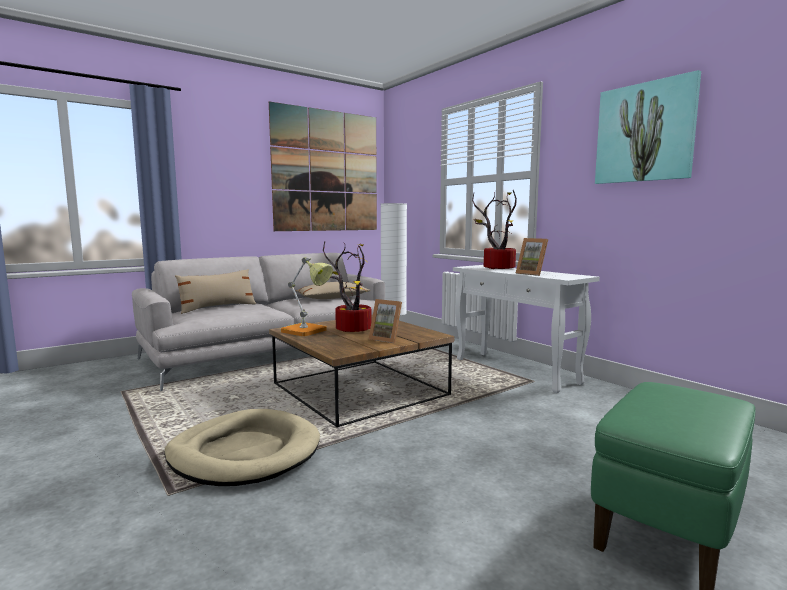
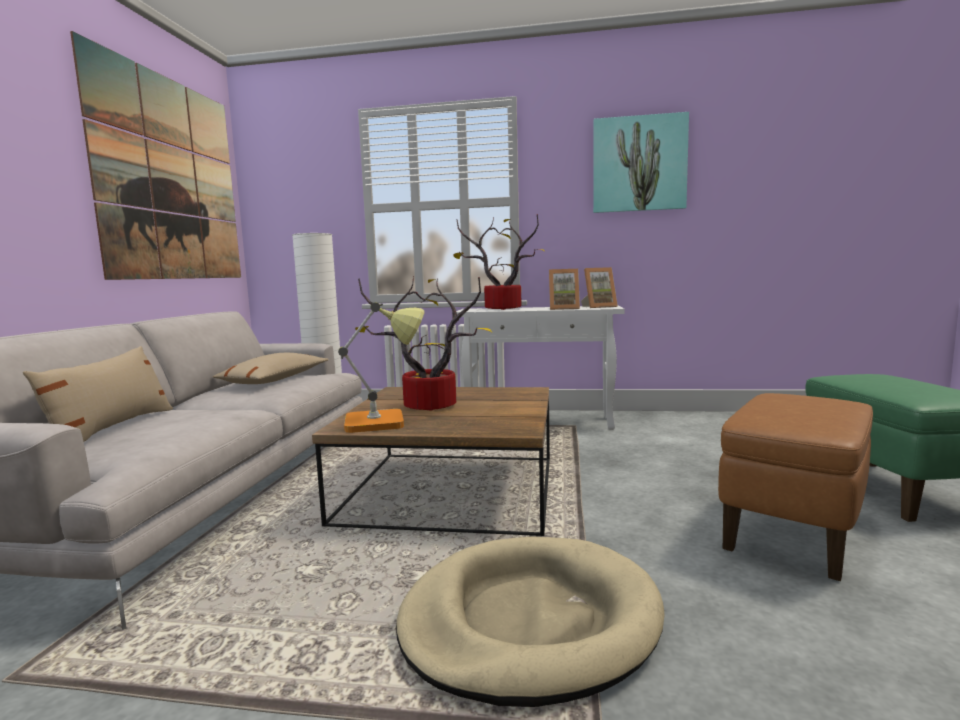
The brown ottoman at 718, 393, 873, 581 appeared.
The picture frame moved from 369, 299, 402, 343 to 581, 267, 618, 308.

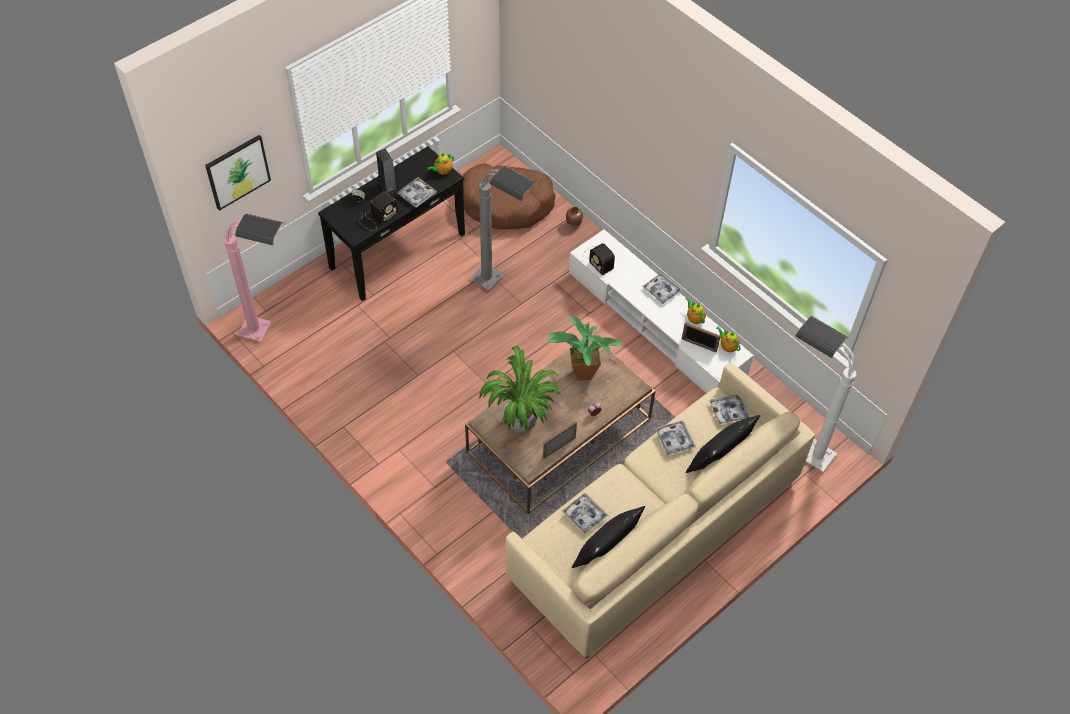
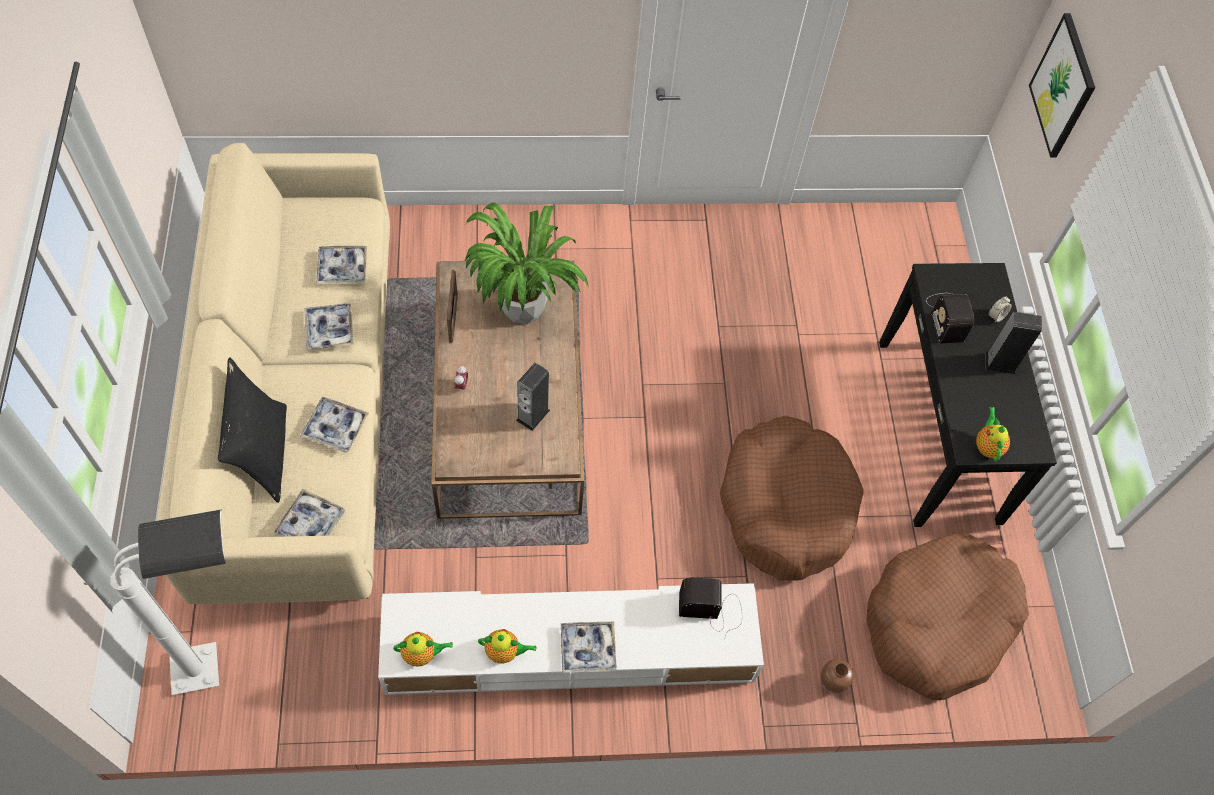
The pink floor lamp at 224, 214, 285, 341 disappeared.
The black pillow at 572, 506, 645, 568 disappeared.
The picture frame at 682, 322, 721, 353 disappeared.
The tray moved from 397, 177, 437, 208 to 304, 303, 353, 349.
The grey floor lamp at 469, 165, 538, 291 was replaced by the brown dog bed at 720, 416, 864, 581.
The potted plant at 548, 317, 623, 380 was replaced by the speaker at 516, 363, 550, 431.

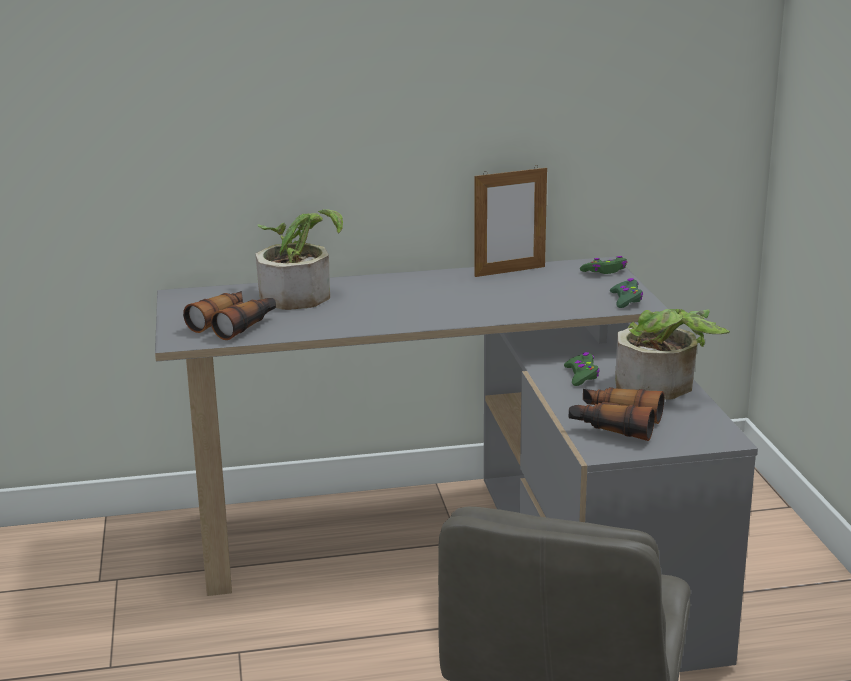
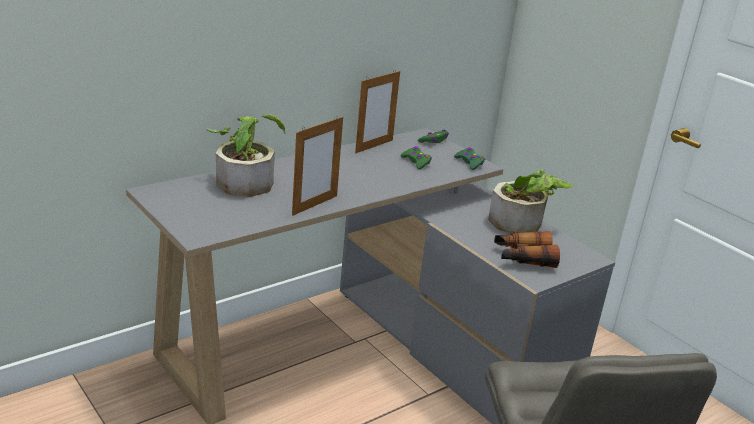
The binoculars at 183, 291, 276, 340 disappeared.
The picture frame at 292, 116, 343, 216 appeared.
The green game controller moved from 564, 352, 600, 386 to 401, 146, 432, 169.

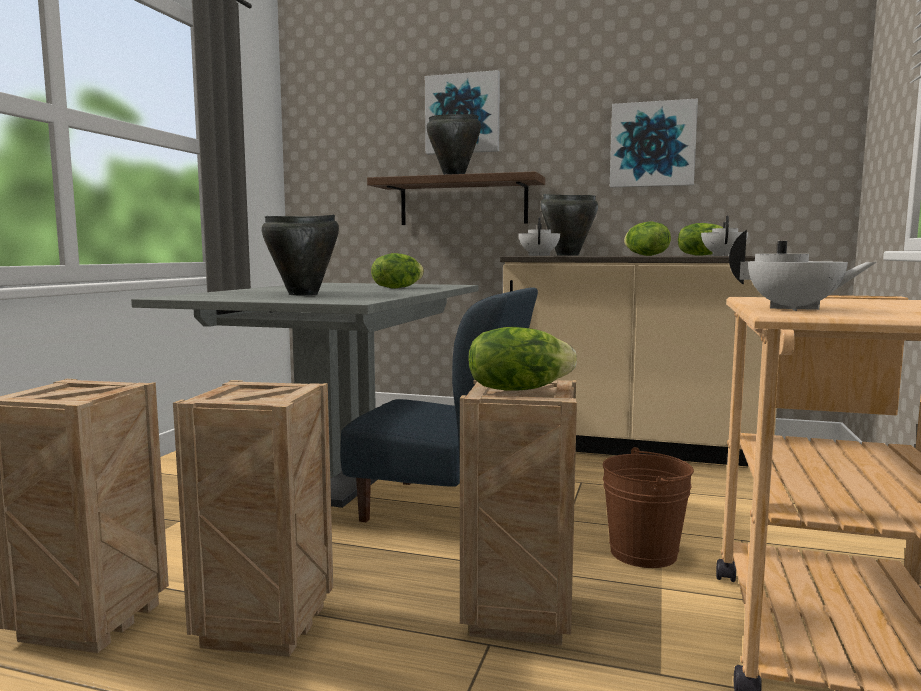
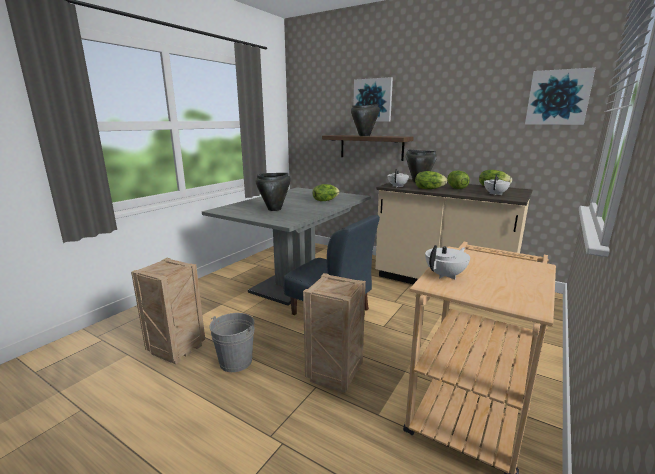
The brown bucket at 603, 447, 694, 568 disappeared.
The lettuce moved from 469, 327, 577, 391 to 415, 171, 447, 189.
The picture moved from 610, 98, 698, 188 to 525, 67, 596, 125.
The crate at 173, 380, 333, 657 was replaced by the grey bucket at 210, 313, 255, 372.
The white teapot at 729, 230, 877, 311 turned 75 degrees counterclockwise.

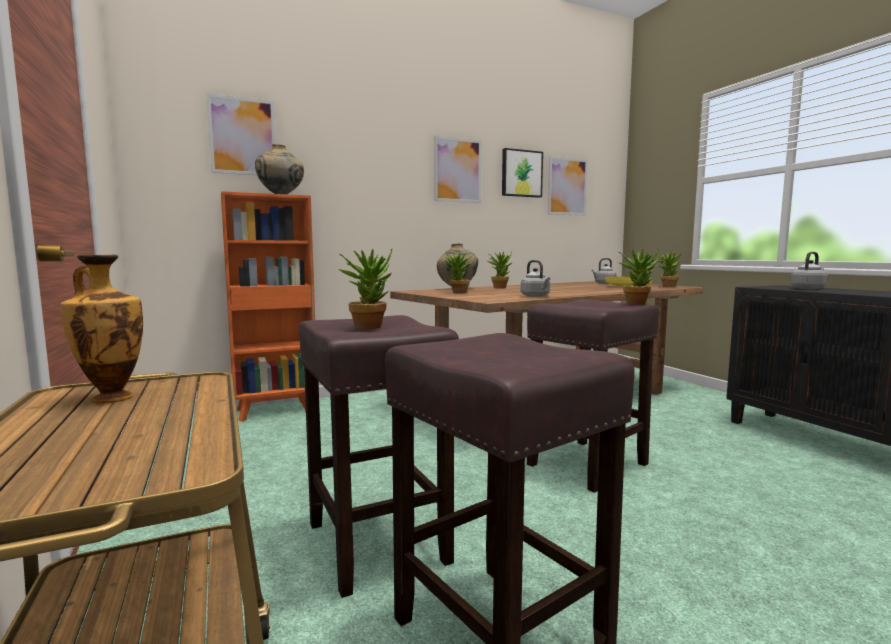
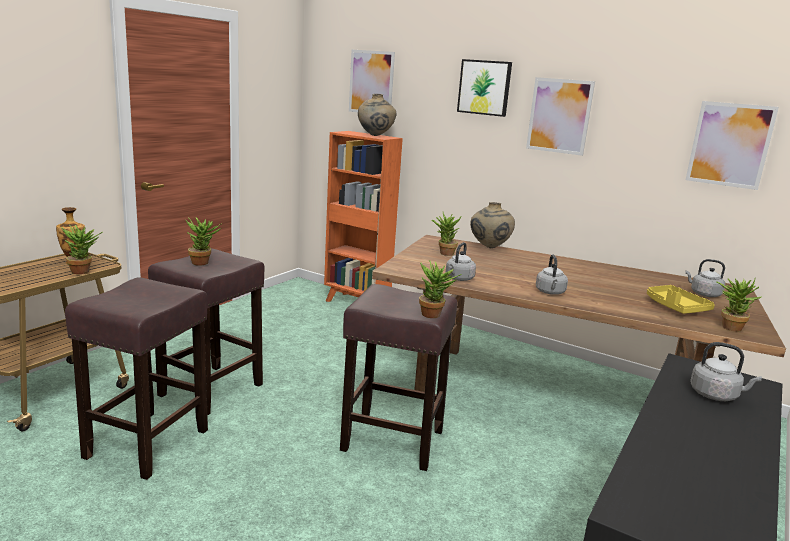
The grey kettle at 536, 255, 568, 295 appeared.
The potted plant moved from 488, 252, 513, 288 to 61, 225, 103, 274.
The picture moved from 502, 148, 543, 198 to 457, 59, 512, 117.

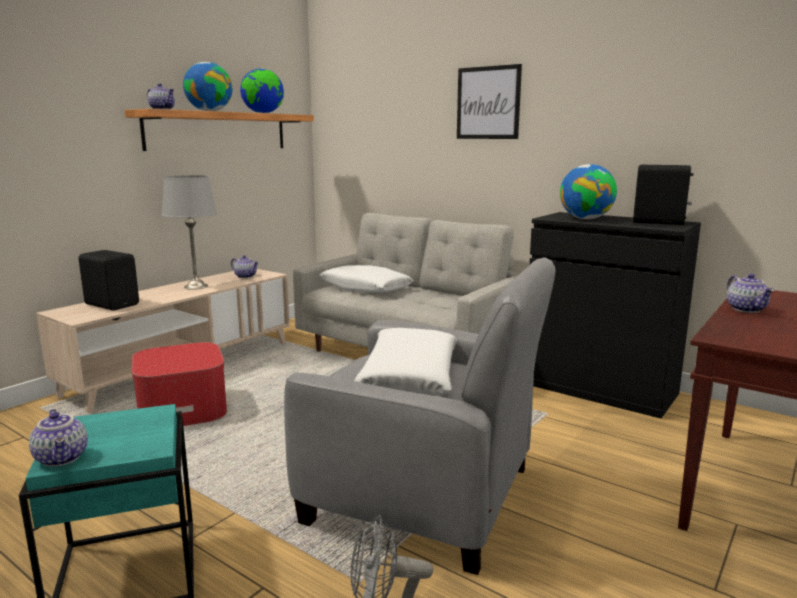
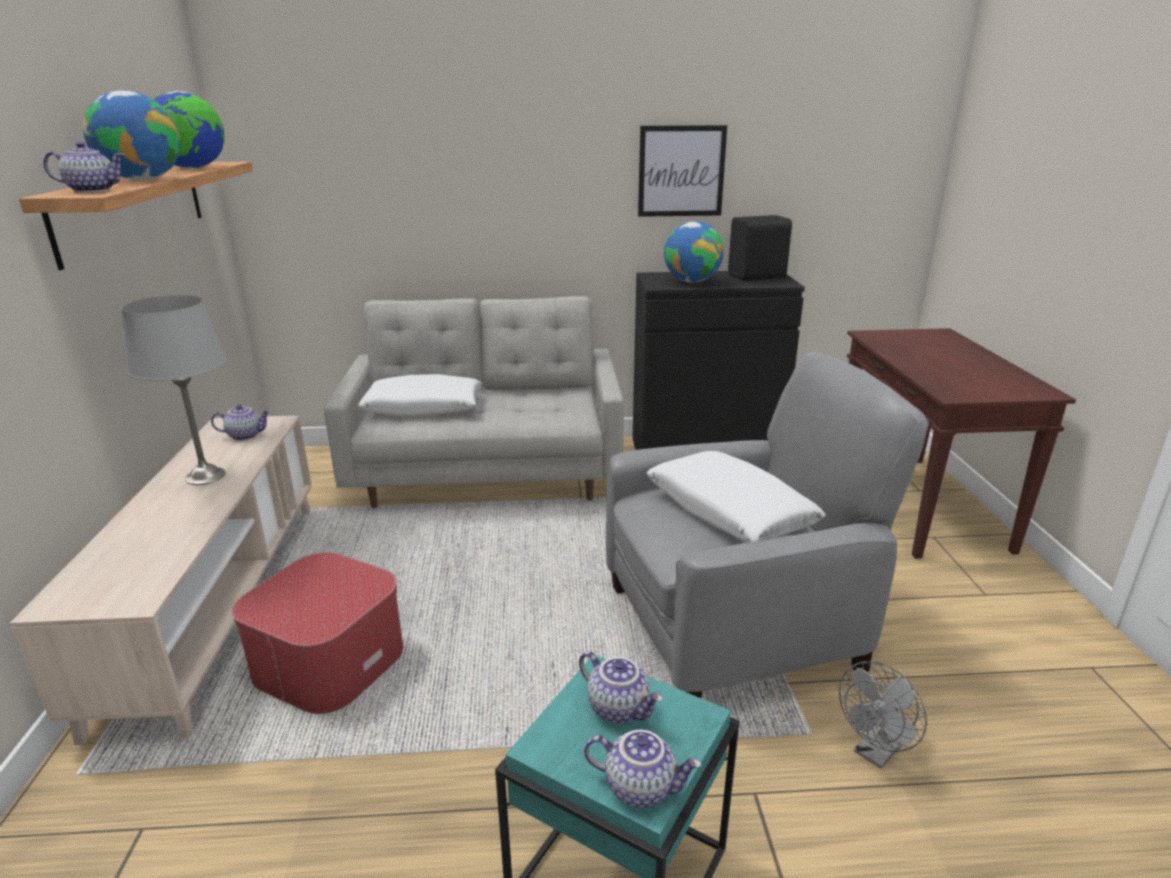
The black speaker at 78, 250, 139, 310 disappeared.
The picture moved from 457, 64, 522, 139 to 638, 125, 727, 217.
The teapot moved from 727, 274, 774, 313 to 579, 651, 663, 724.

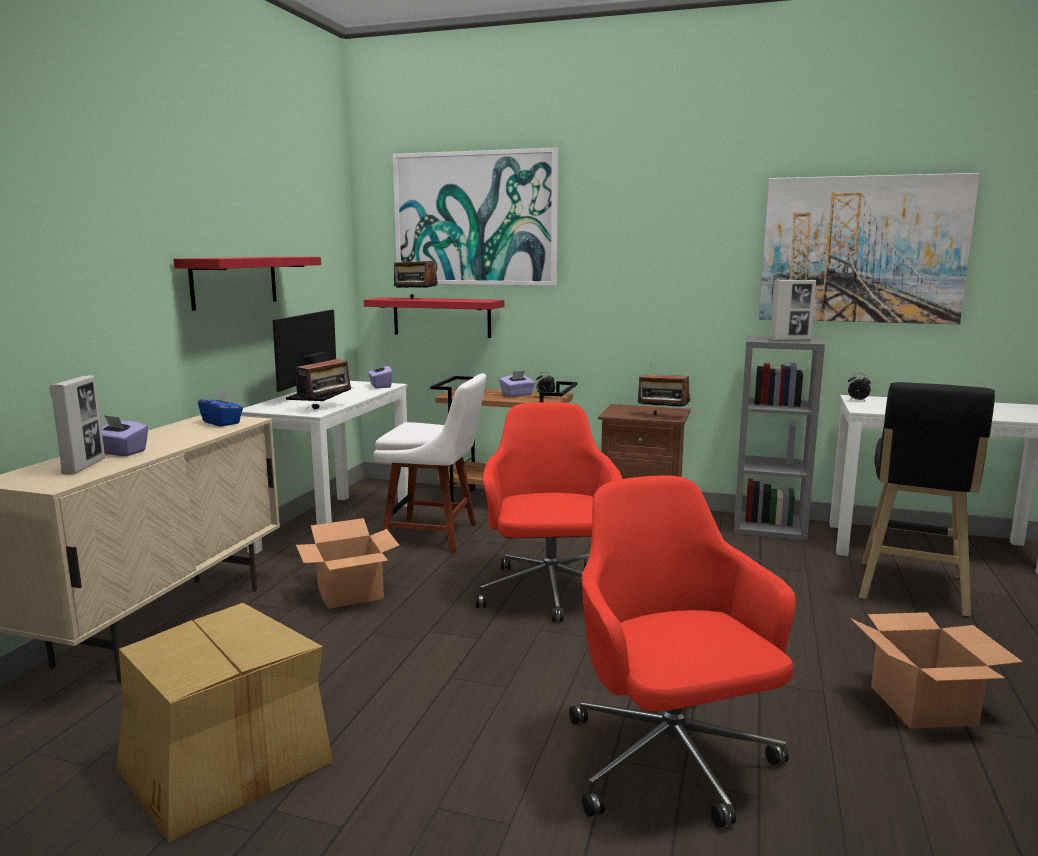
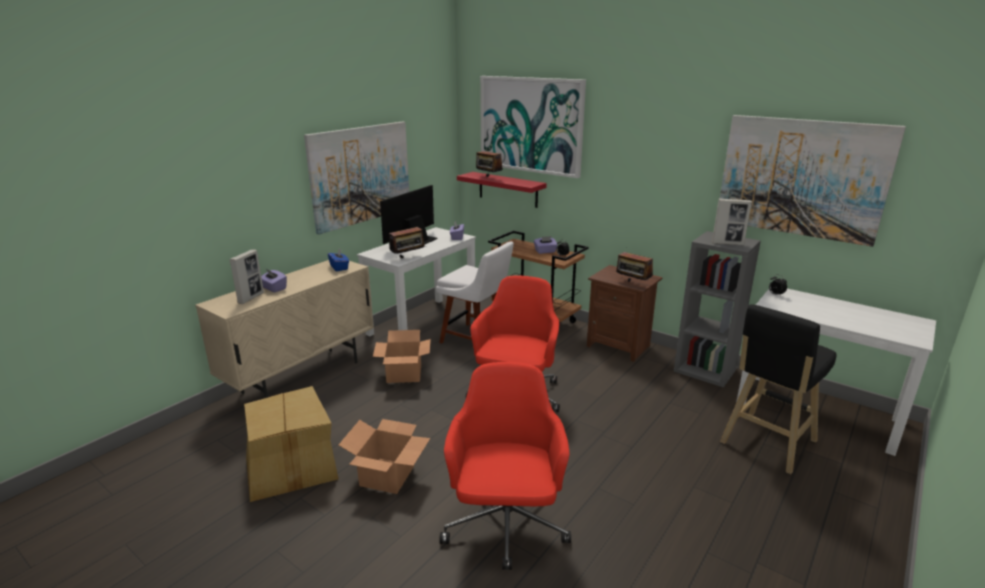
The cardboard box moved from 851, 612, 1023, 729 to 339, 419, 430, 494.
The red shelf at 173, 257, 321, 311 was replaced by the picture at 304, 122, 409, 234.

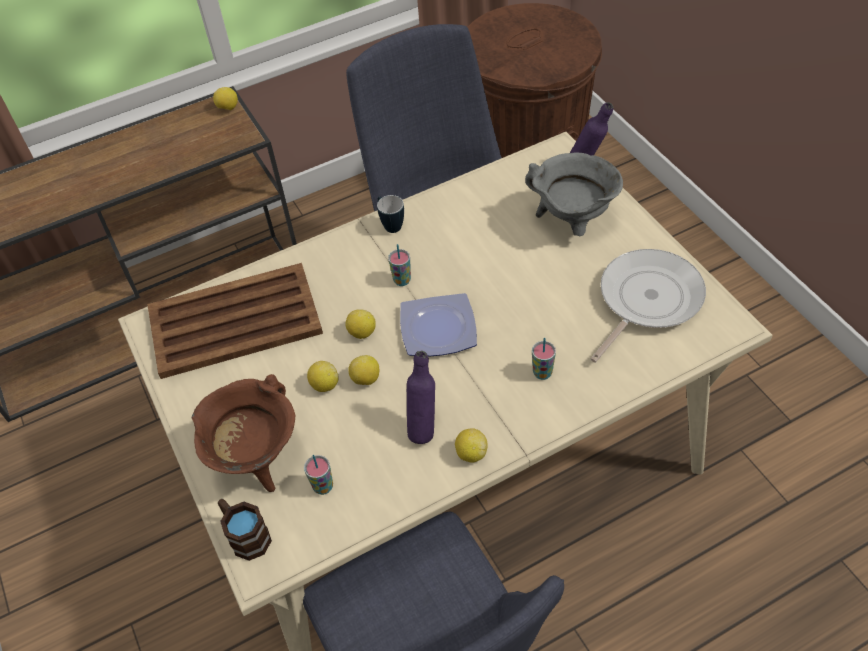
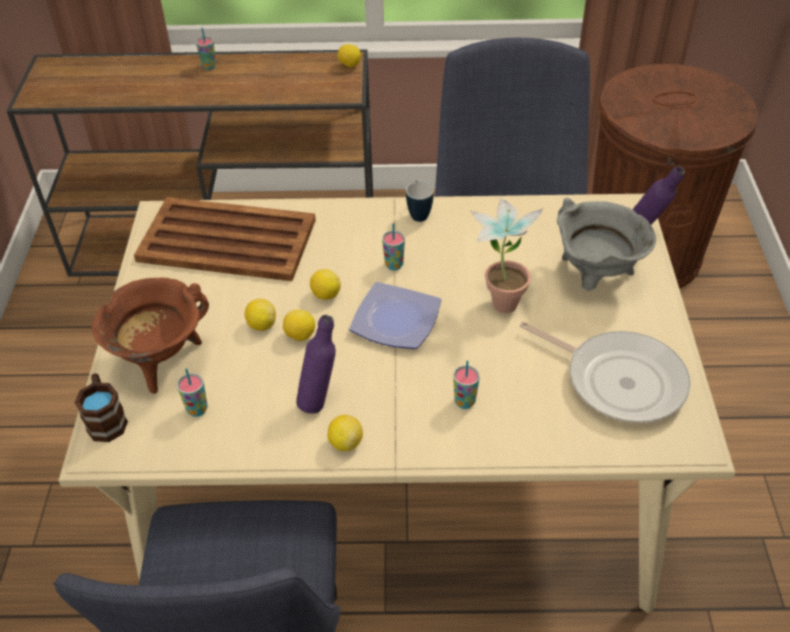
The cup at 196, 28, 216, 70 appeared.
The potted plant at 470, 197, 543, 313 appeared.
The frying pan at 590, 249, 706, 363 turned 60 degrees clockwise.

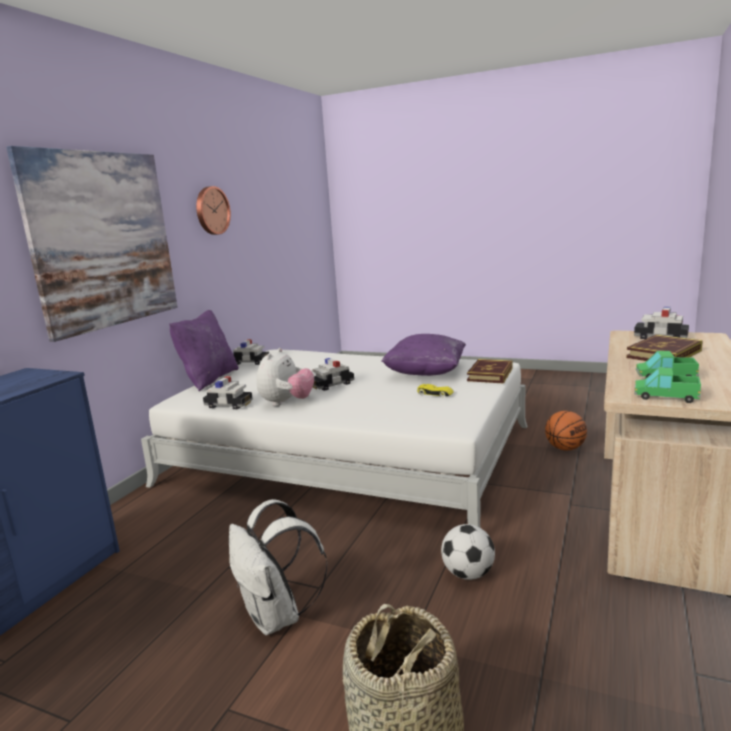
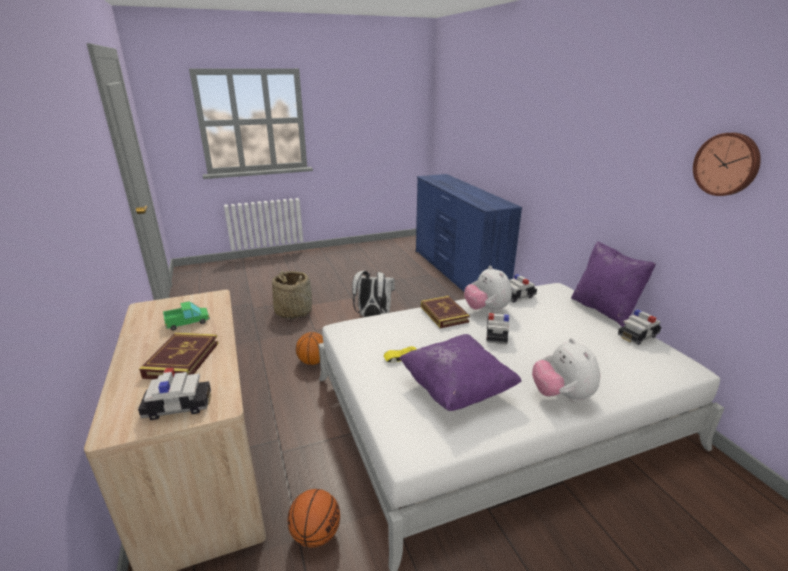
The picture at 6, 146, 178, 342 disappeared.
The toy truck at 634, 367, 701, 403 disappeared.
The plush toy at 532, 338, 600, 402 appeared.
The book moved from 467, 359, 513, 384 to 421, 296, 470, 328.
The football at 441, 524, 495, 580 was replaced by the basketball at 296, 332, 323, 365.

